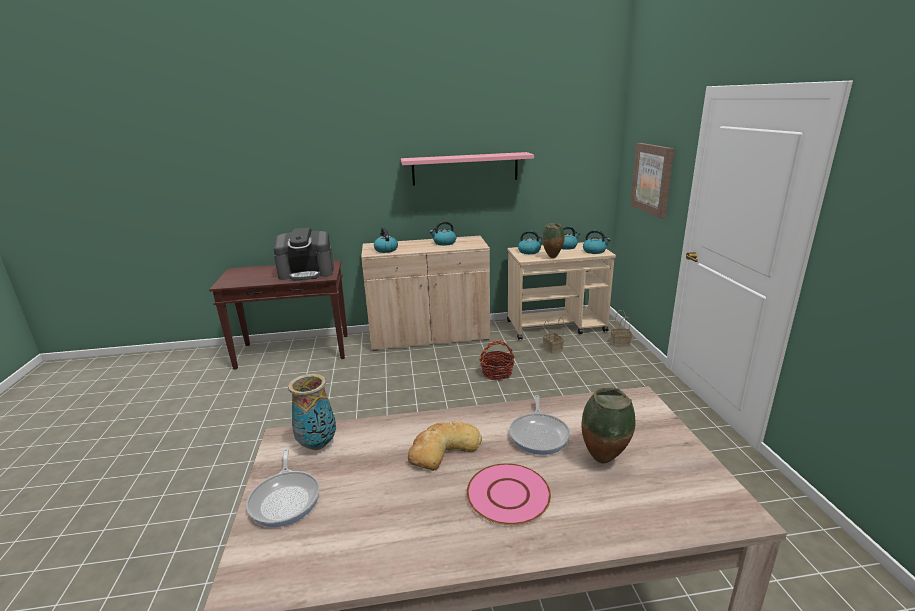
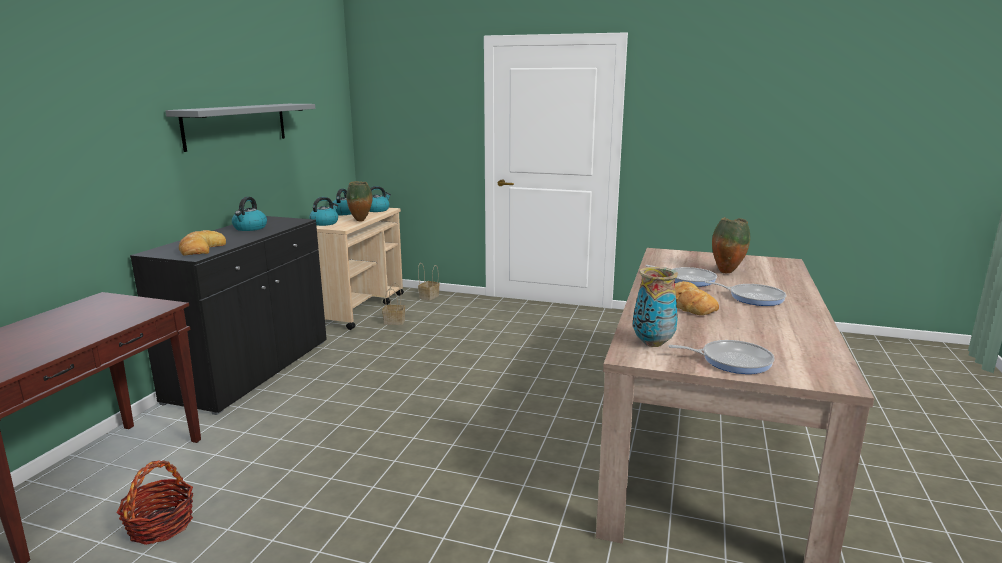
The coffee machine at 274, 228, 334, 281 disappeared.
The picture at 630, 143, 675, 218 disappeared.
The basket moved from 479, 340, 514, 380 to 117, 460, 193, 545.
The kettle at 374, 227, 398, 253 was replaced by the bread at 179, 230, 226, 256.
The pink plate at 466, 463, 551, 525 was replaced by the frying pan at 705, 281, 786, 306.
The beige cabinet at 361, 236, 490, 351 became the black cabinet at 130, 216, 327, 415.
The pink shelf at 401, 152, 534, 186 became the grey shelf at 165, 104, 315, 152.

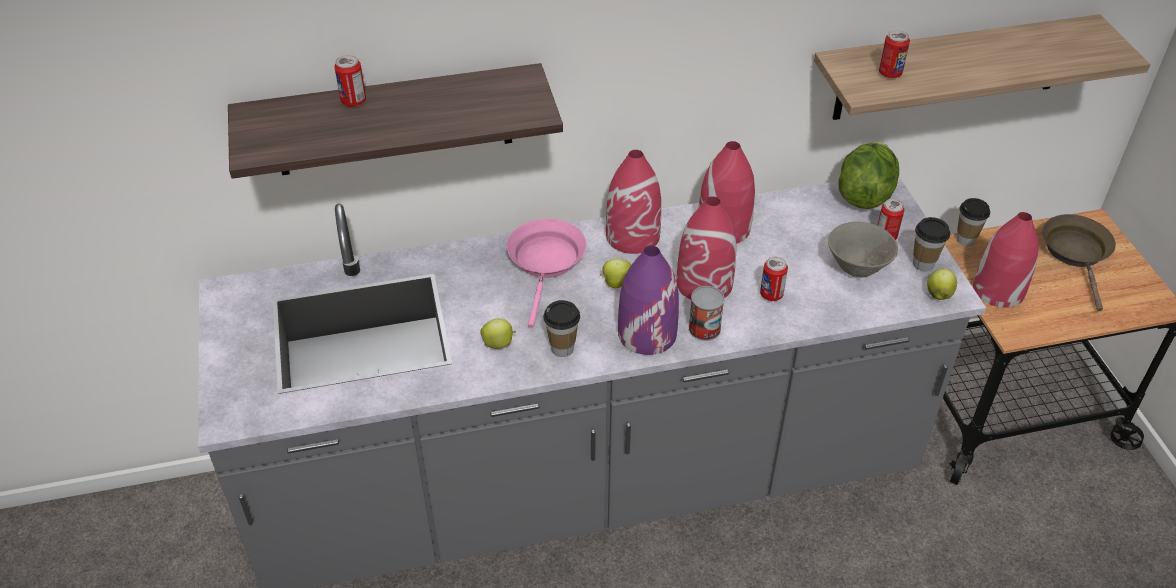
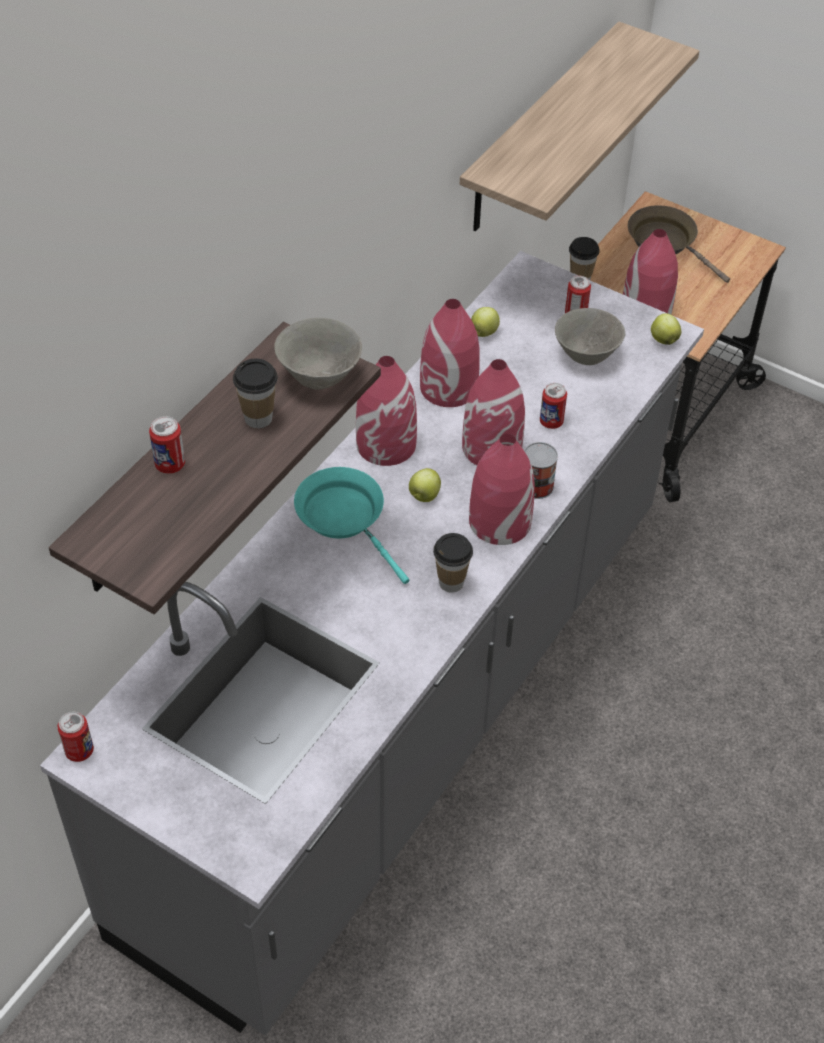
The lettuce at 839, 142, 899, 209 disappeared.
The grey bowl at 274, 318, 362, 390 appeared.
The apple moved from 480, 319, 516, 349 to 471, 307, 500, 337.
The can moved from 879, 30, 910, 78 to 57, 711, 94, 762.
The cup moved from 913, 217, 950, 271 to 233, 359, 278, 428.
The pink frying pan at 507, 219, 586, 328 became the turquoise frying pan at 294, 467, 409, 584.
The purple vase at 618, 246, 679, 355 became the red vase at 469, 434, 535, 545.

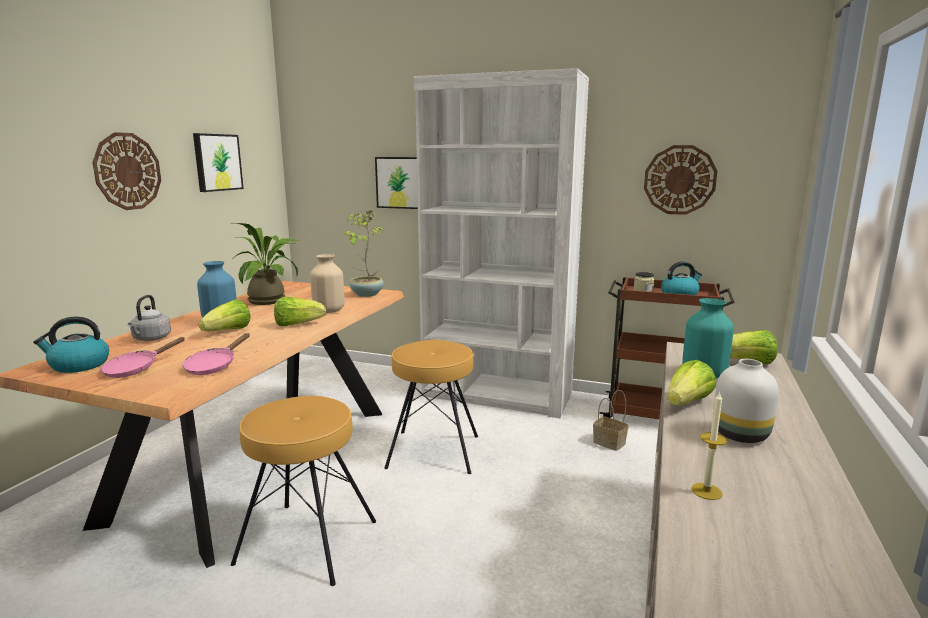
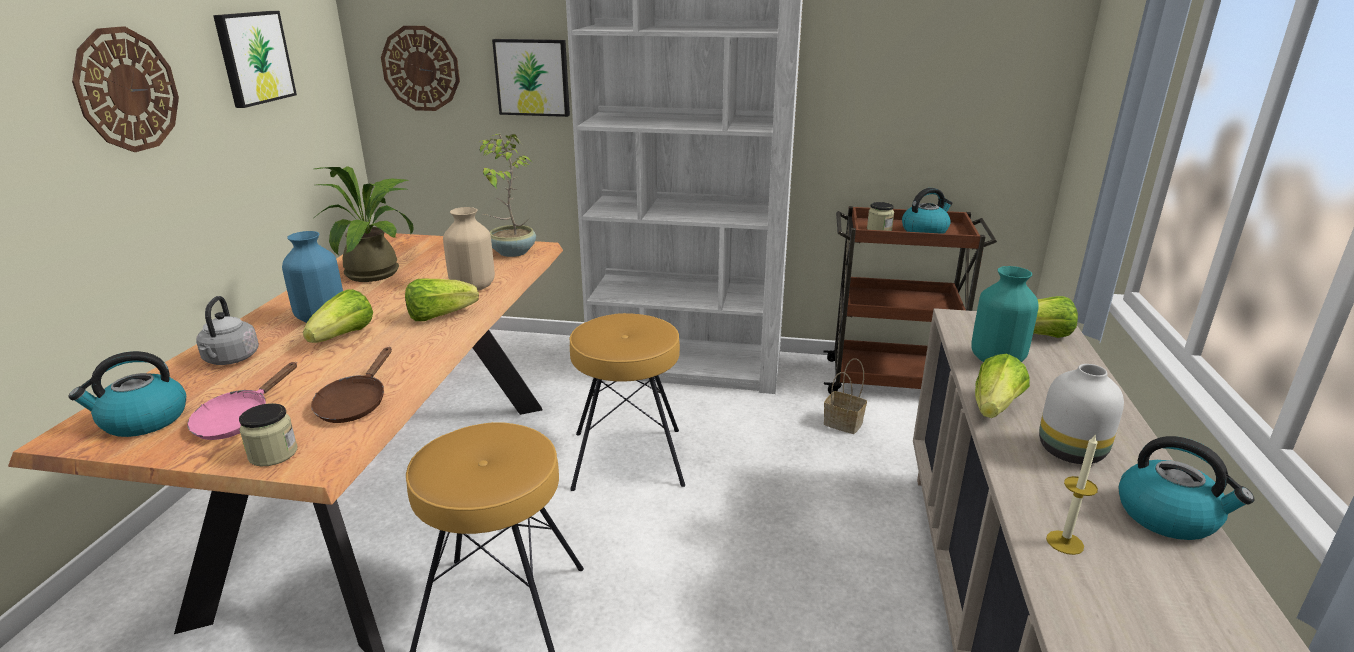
The jar at 239, 403, 297, 466 appeared.
The kettle at 1118, 436, 1254, 540 appeared.
The wall clock moved from 644, 145, 718, 215 to 381, 26, 460, 111.
The pink frying pan at 182, 333, 249, 375 became the brown frying pan at 311, 347, 392, 423.

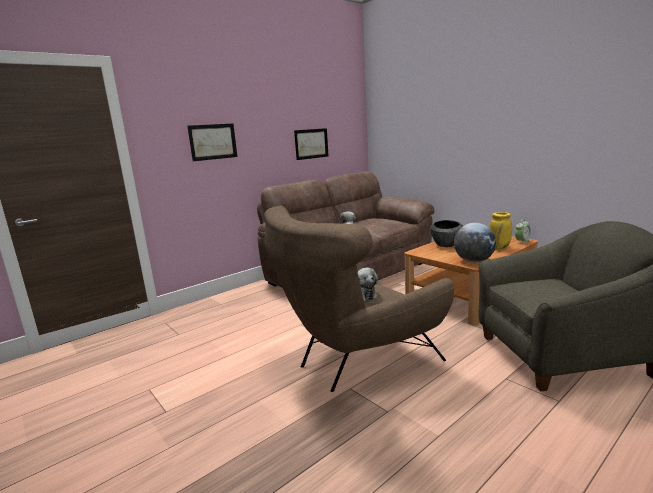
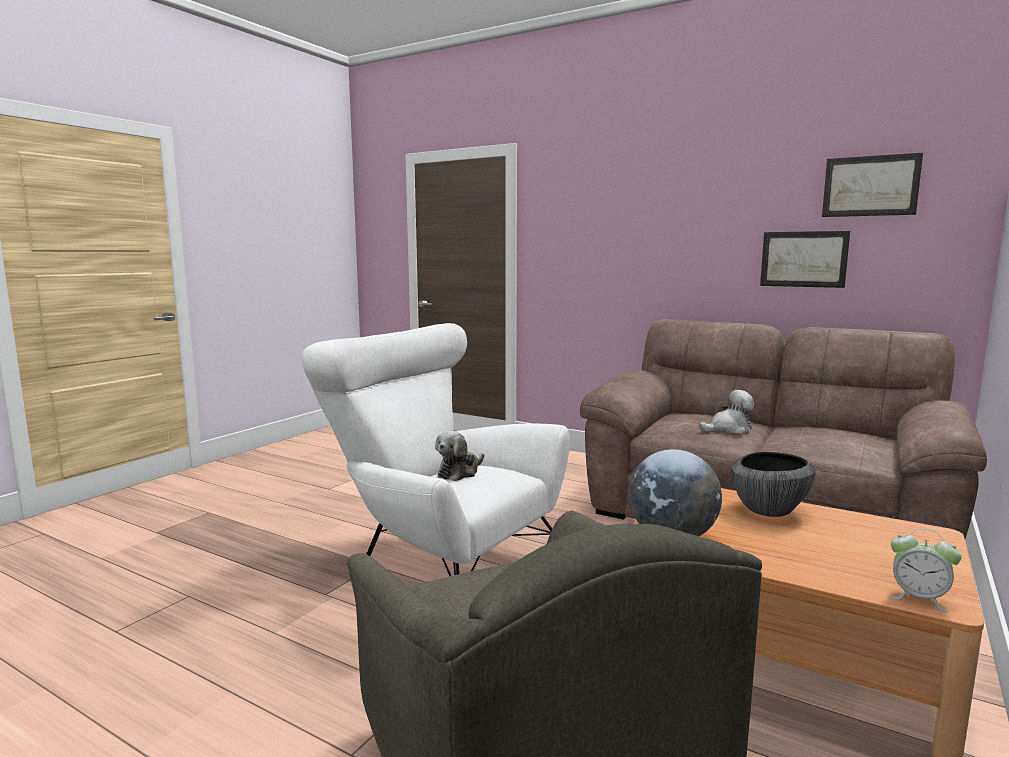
The yellow vase at 489, 212, 512, 250 disappeared.
The picture moved from 187, 124, 237, 161 to 822, 153, 923, 217.
The brown armchair at 264, 206, 454, 392 became the white armchair at 302, 323, 569, 576.

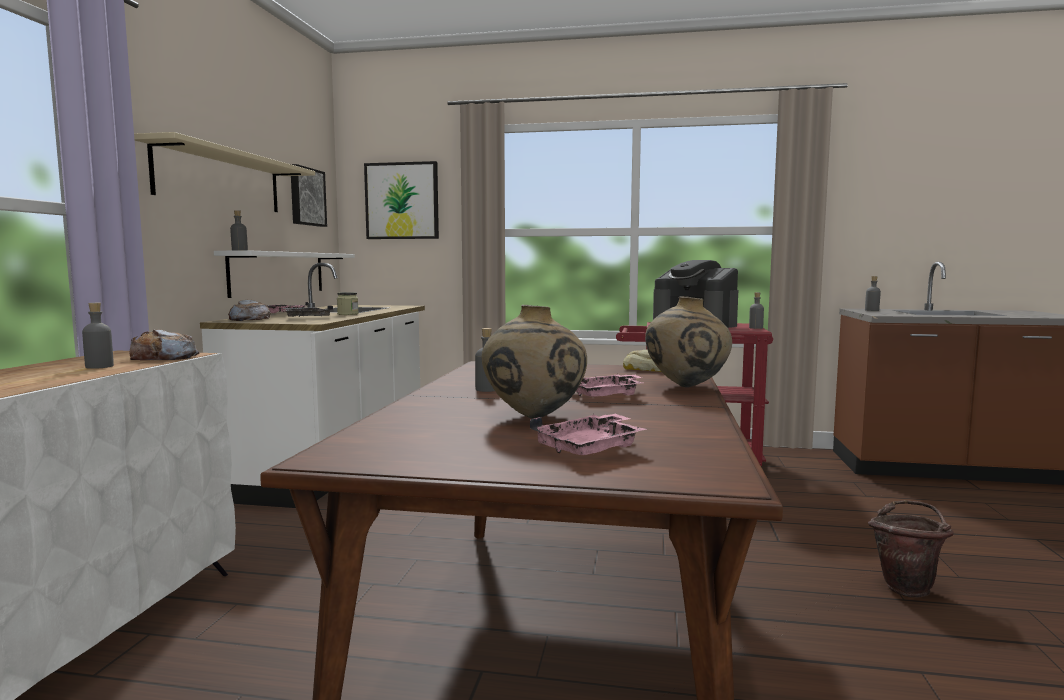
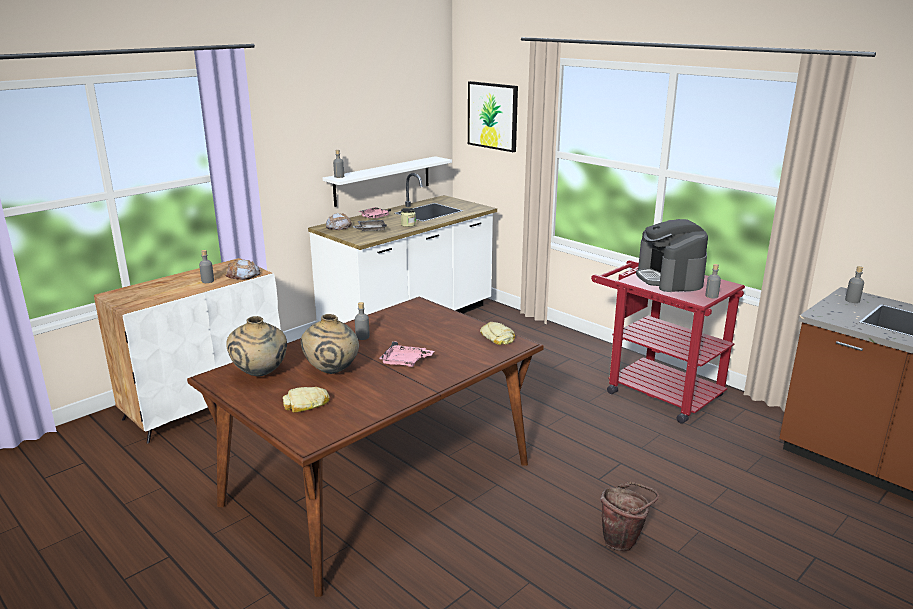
The beige shelf at 134, 132, 315, 212 disappeared.
The picture at 291, 164, 327, 227 disappeared.
The beige vase moved from 645, 296, 732, 387 to 226, 316, 287, 376.
The pink tray at 530, 414, 647, 455 was replaced by the bread at 283, 387, 330, 412.

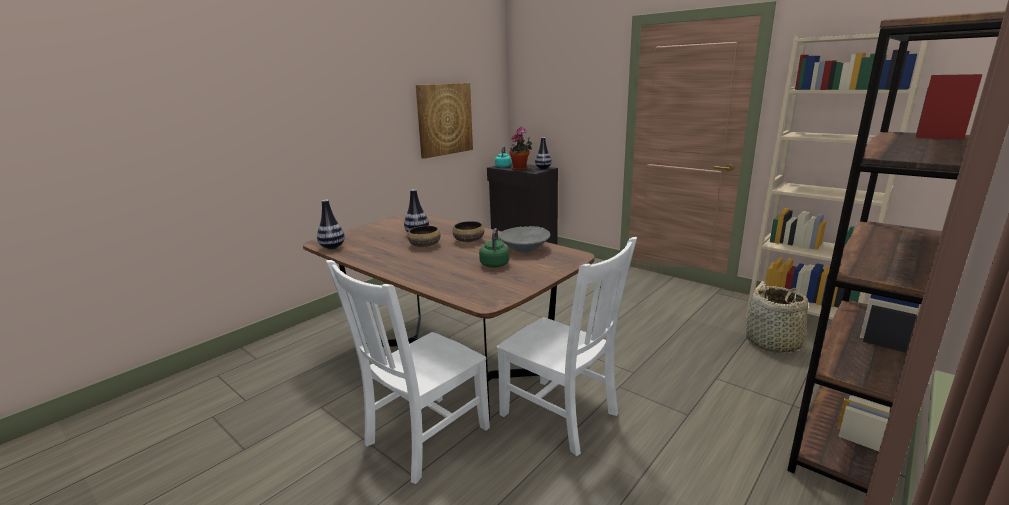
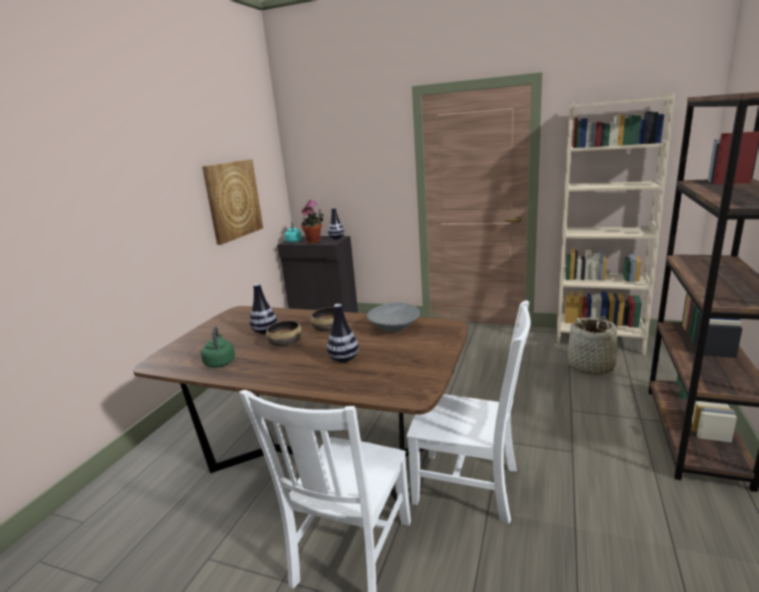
The vase moved from 317, 200, 345, 249 to 327, 304, 359, 363.
The green kettle moved from 479, 228, 509, 267 to 201, 326, 235, 368.

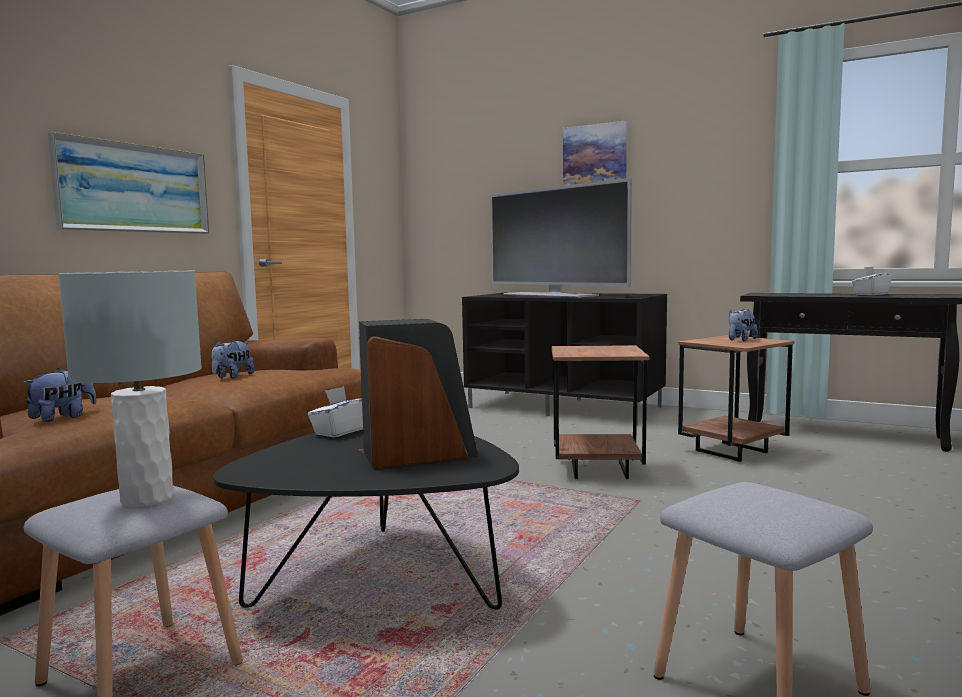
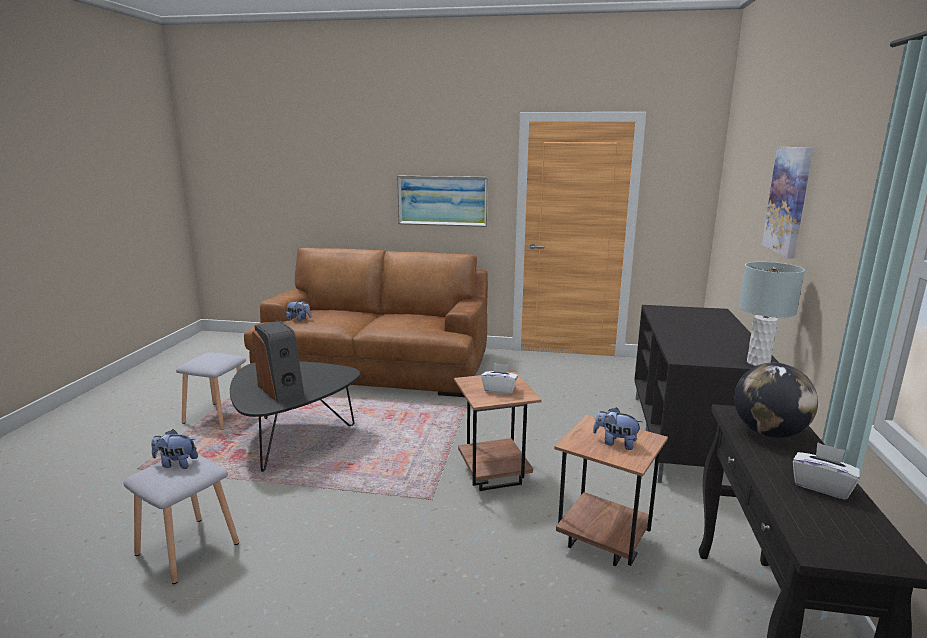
The television at 490, 178, 632, 298 disappeared.
The globe at 734, 363, 818, 438 appeared.
The grey table lamp moved from 58, 271, 202, 507 to 739, 262, 805, 366.
The plush toy moved from 211, 341, 254, 379 to 151, 429, 198, 469.
The white tissue box moved from 308, 386, 363, 437 to 481, 363, 518, 394.

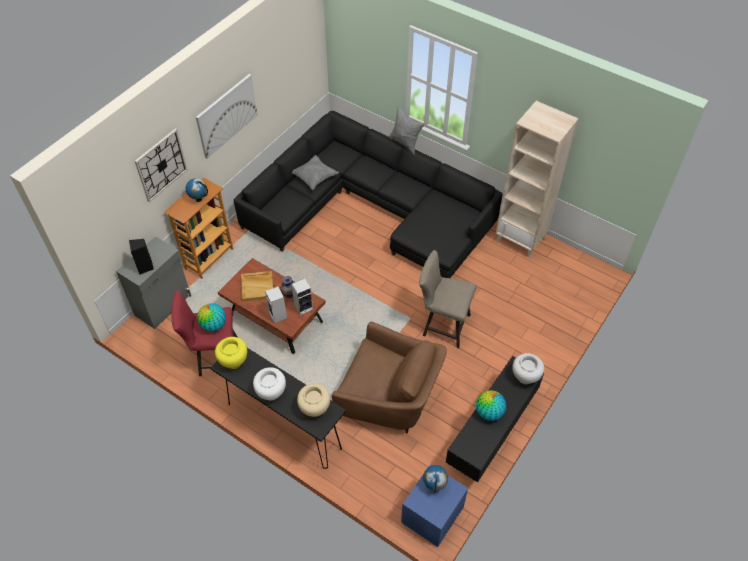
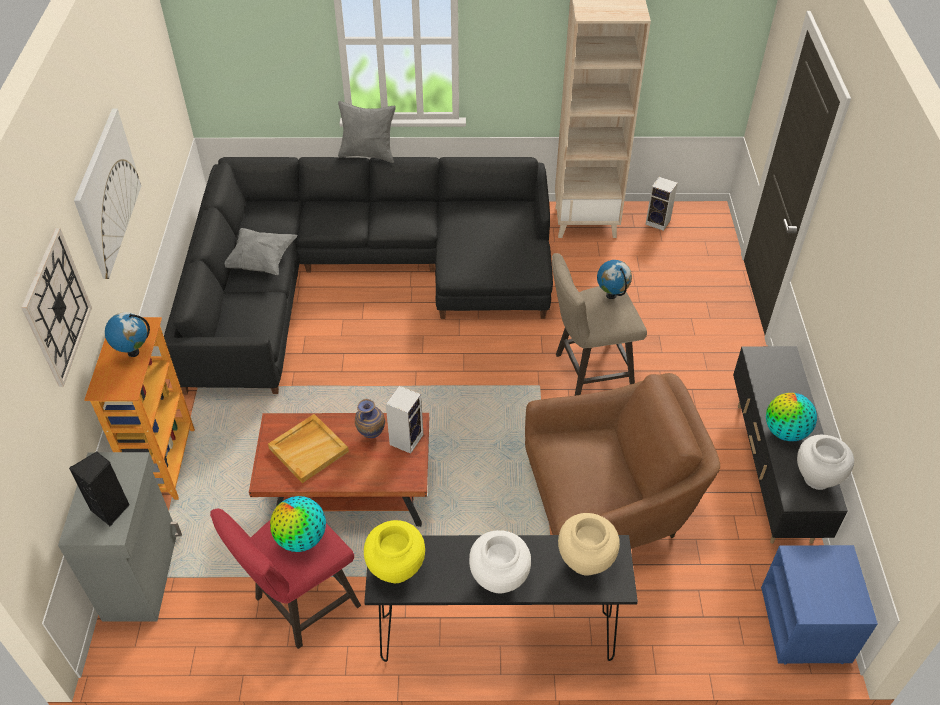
The speaker moved from 265, 286, 287, 323 to 645, 177, 678, 231.
The globe moved from 423, 465, 448, 493 to 597, 260, 632, 299.
The white vase moved from 512, 353, 544, 384 to 797, 435, 854, 490.

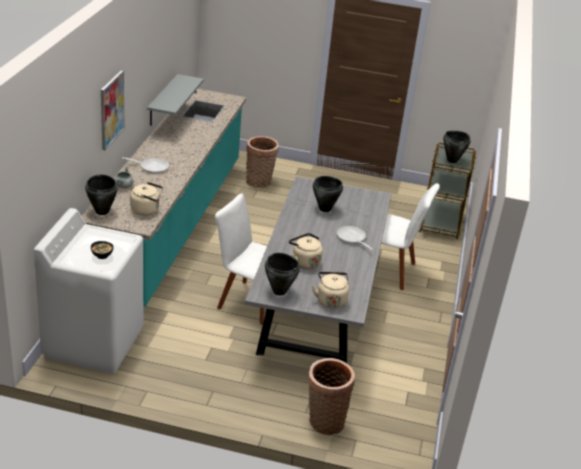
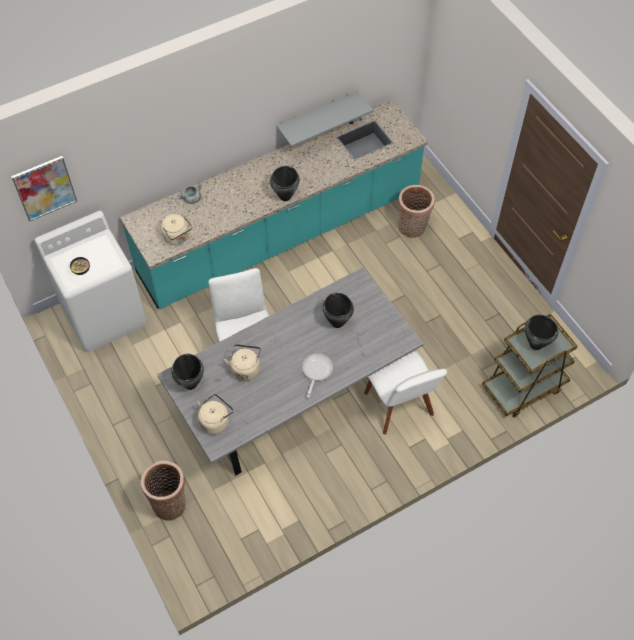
The frying pan at 122, 157, 169, 173 disappeared.
The black cooking pot moved from 85, 174, 118, 215 to 270, 166, 299, 201.
The picture moved from 101, 71, 125, 150 to 11, 156, 77, 222.

